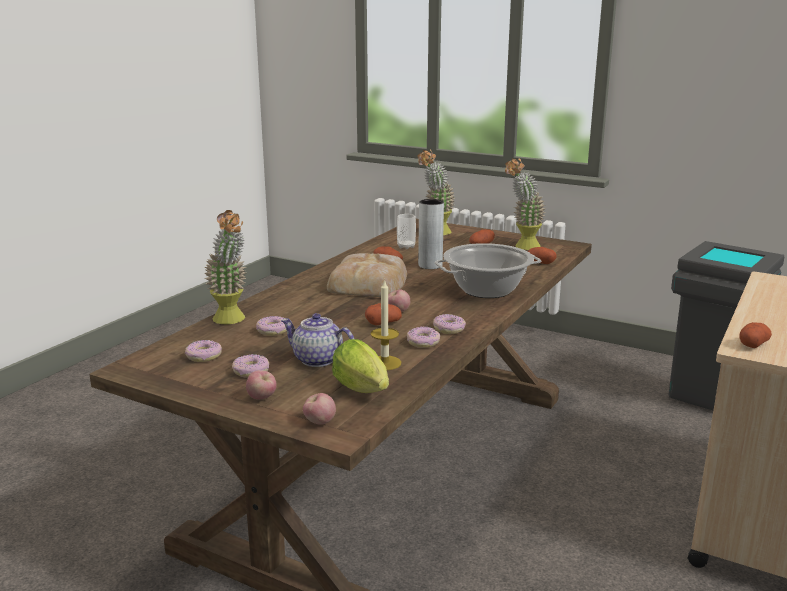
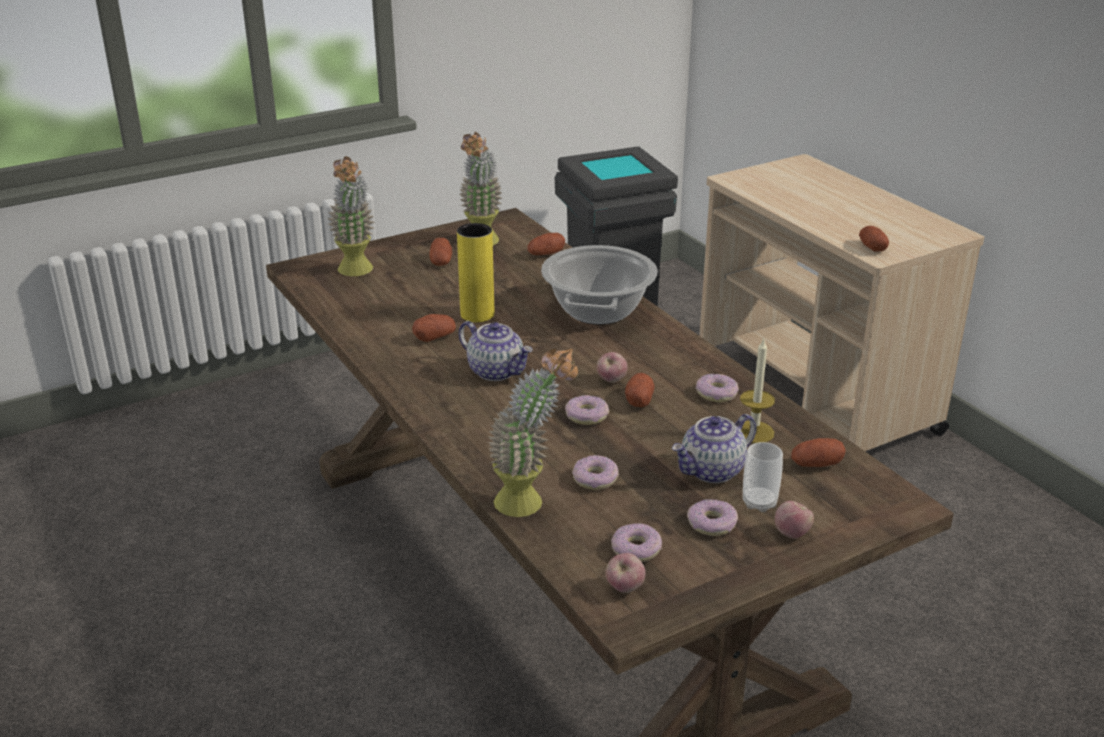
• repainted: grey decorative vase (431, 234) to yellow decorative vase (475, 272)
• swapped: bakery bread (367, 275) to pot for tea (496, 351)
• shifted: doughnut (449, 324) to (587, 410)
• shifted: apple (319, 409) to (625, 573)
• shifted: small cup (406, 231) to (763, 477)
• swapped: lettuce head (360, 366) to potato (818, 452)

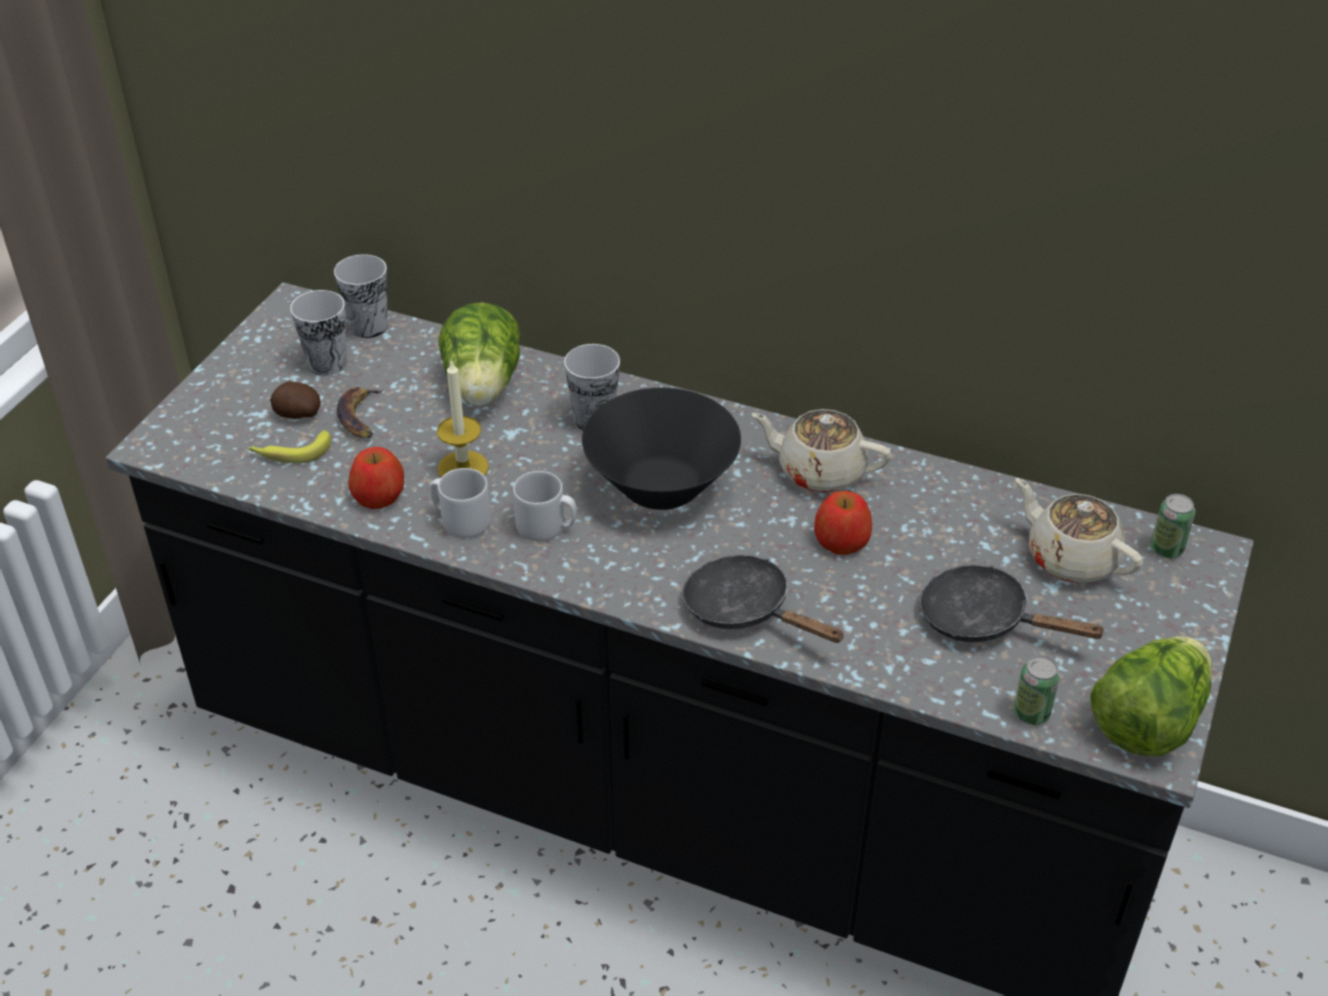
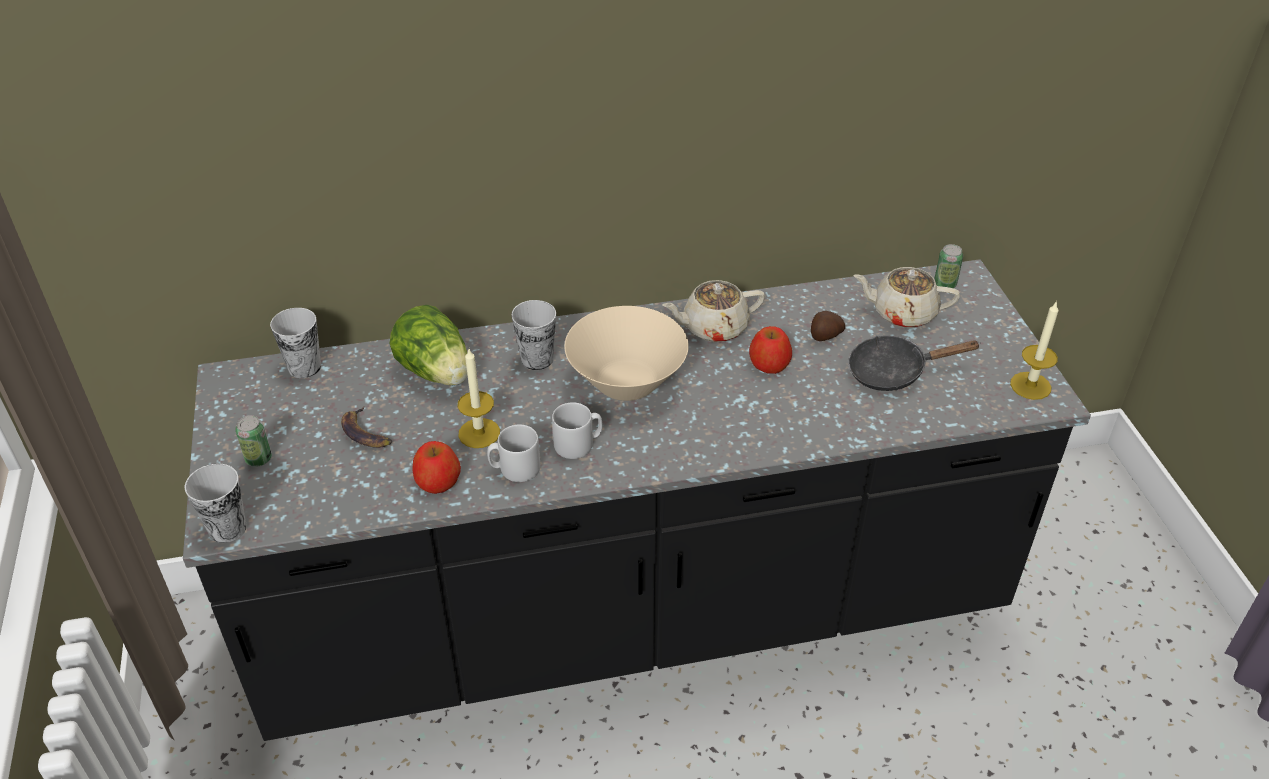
• shifted: small cup (318, 333) to (216, 503)
• shifted: can (1037, 690) to (253, 441)
• repainted: black-coloured deep dish (661, 449) to beige-coloured deep dish (626, 353)
• shifted: potato (295, 400) to (828, 326)
• swapped: lettuce head (1150, 696) to wax candle (1034, 350)
• gone: banana fruit (289, 446)
• gone: black-coloured frying pan (764, 599)

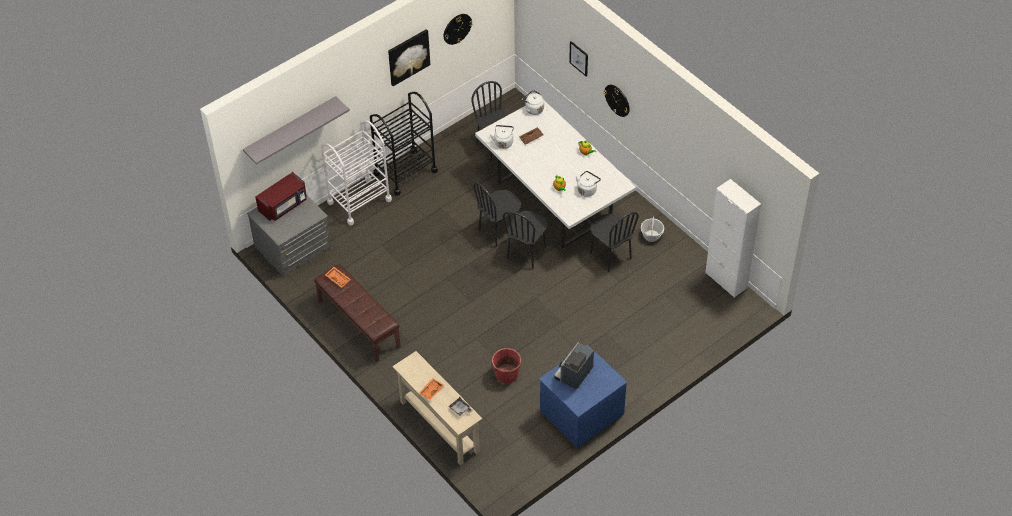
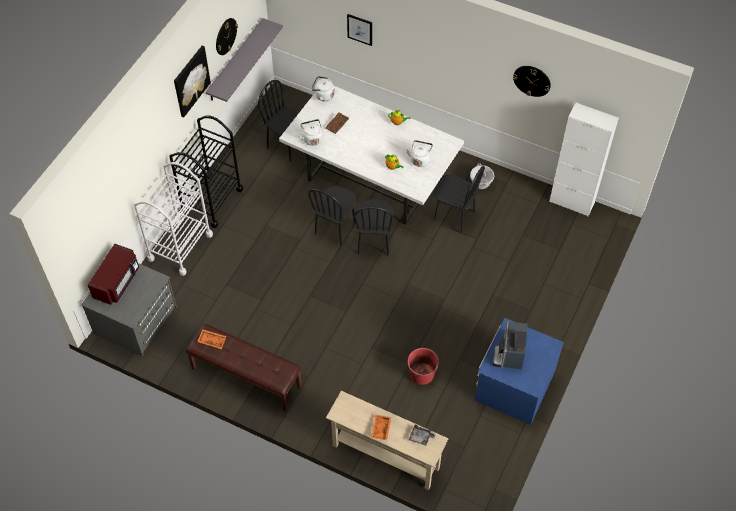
• shifted: grey wall shelf (296, 130) to (244, 60)
• shifted: wall clock (617, 100) to (532, 81)

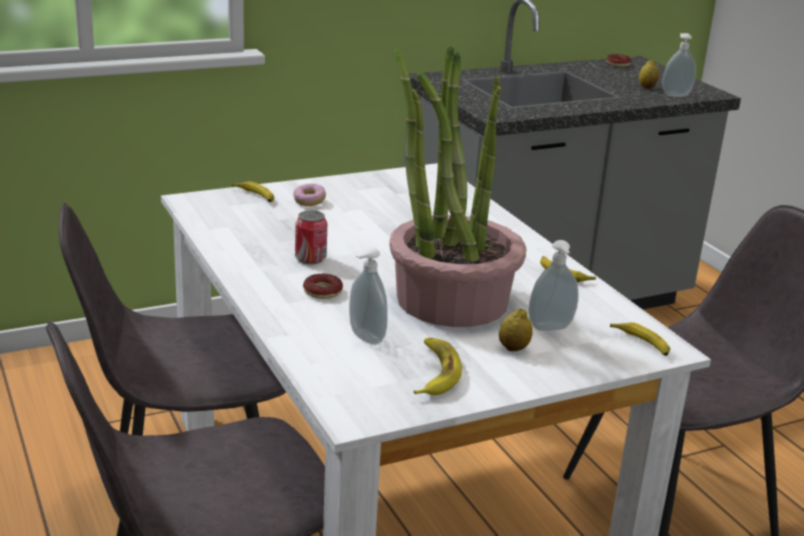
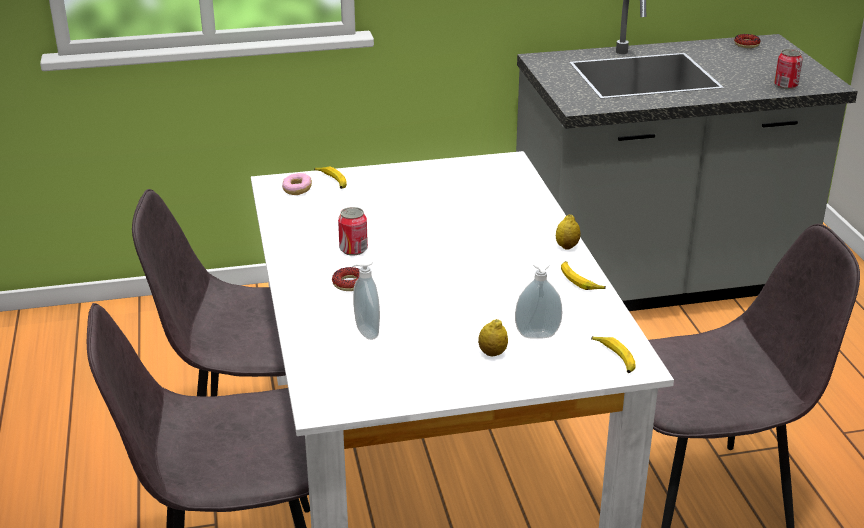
• shifted: doughnut (309, 194) to (297, 184)
• shifted: lemon (649, 74) to (568, 232)
• swapped: liquid soap bottle (679, 65) to can (788, 69)
• gone: houseplant (458, 186)
• gone: banana fruit (438, 366)

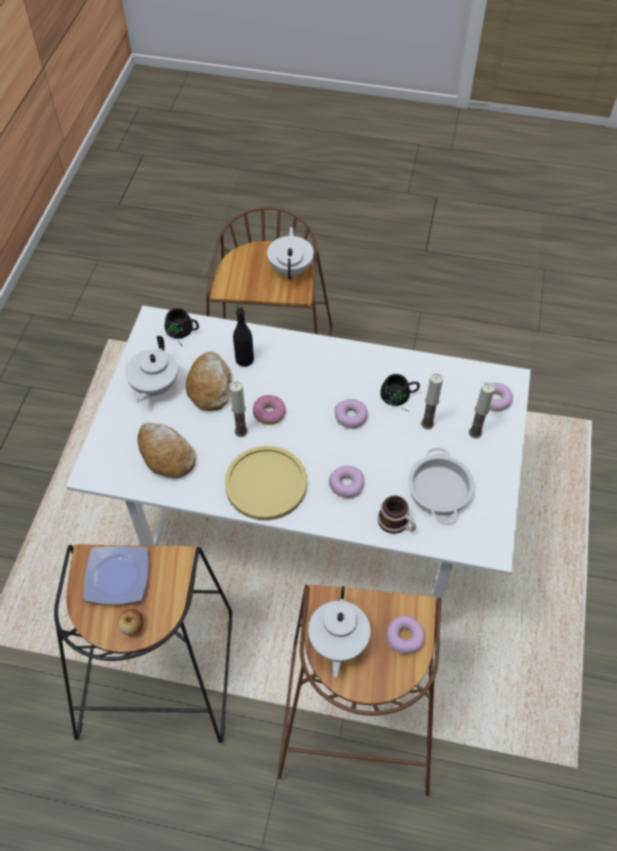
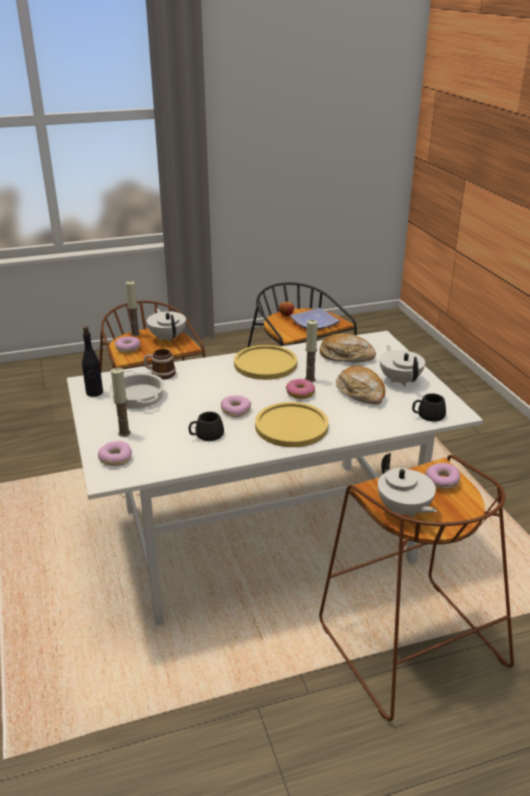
• shifted: black-coloured bottle (243, 336) to (92, 361)
• shifted: wax candle (432, 401) to (133, 308)
• new: yellow flat dish (292, 424)
• shifted: doughnut (346, 481) to (442, 476)

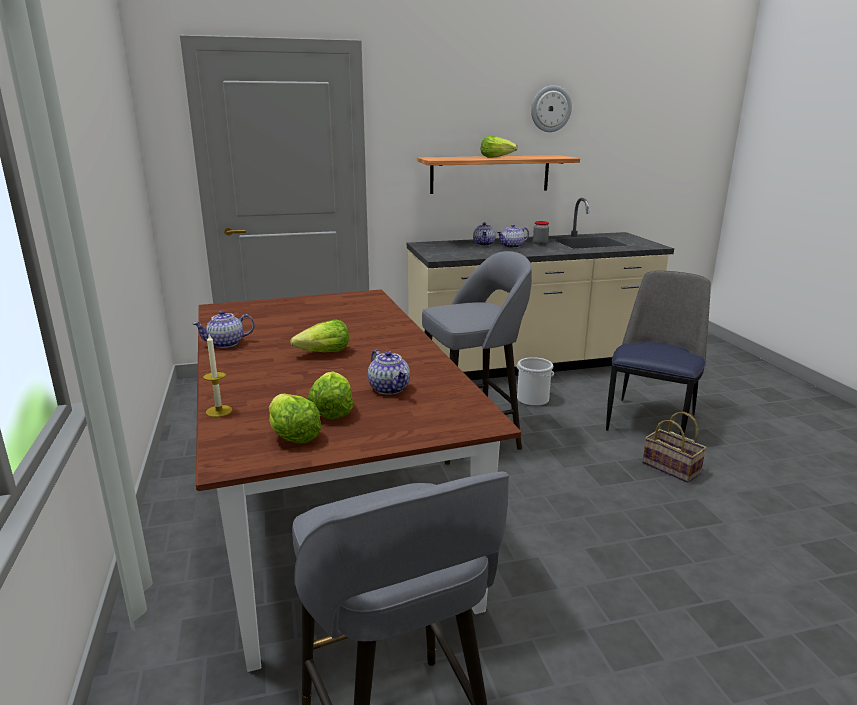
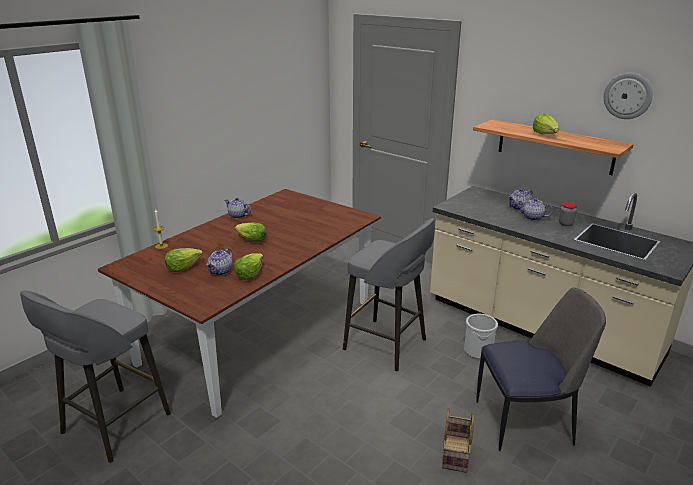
• shifted: lettuce head (295, 419) to (248, 266)

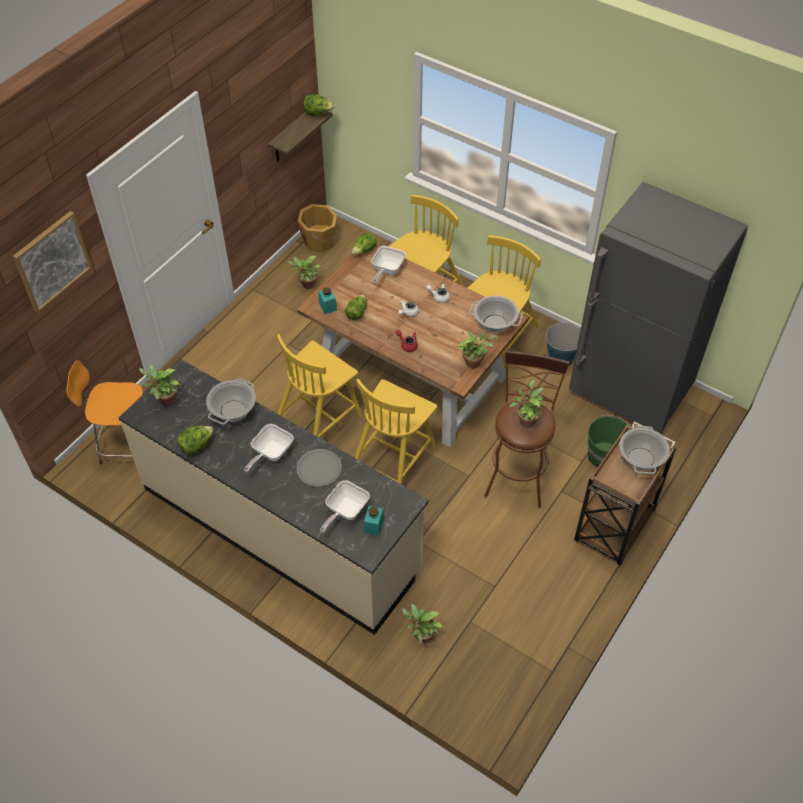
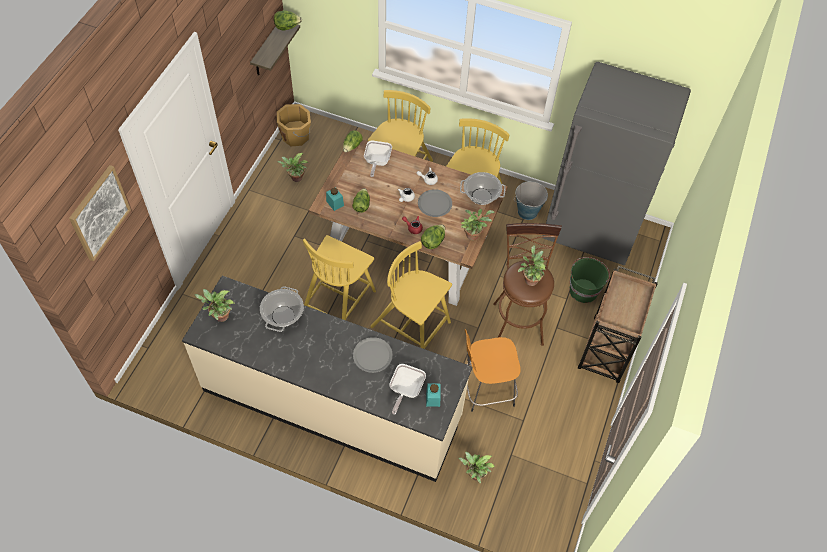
• rotated: yellow upright chair (396, 431) = (411, 295) 105 degrees clockwise
• new: grey flat dish (435, 203)
• shifted: lettuce head (195, 440) to (433, 237)
• shifted: orangey stool seat (105, 412) to (492, 370)
• gone: frying pan (269, 448)
• gone: stockpot (644, 449)

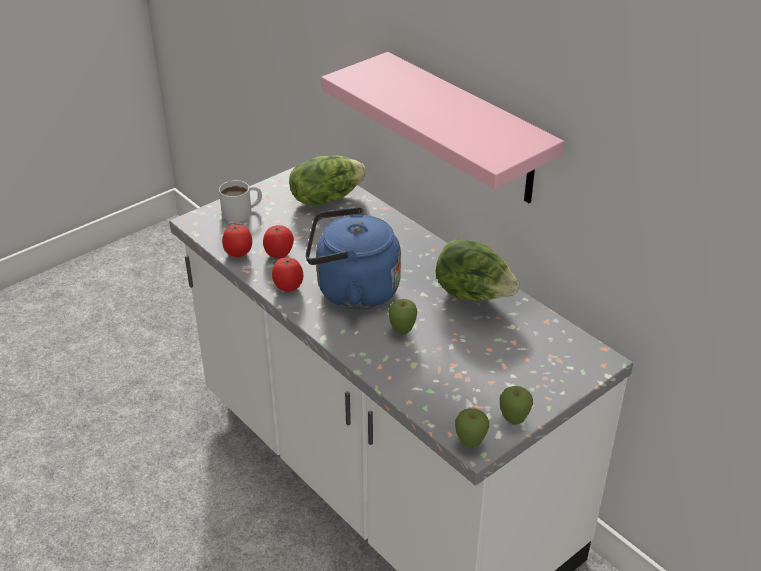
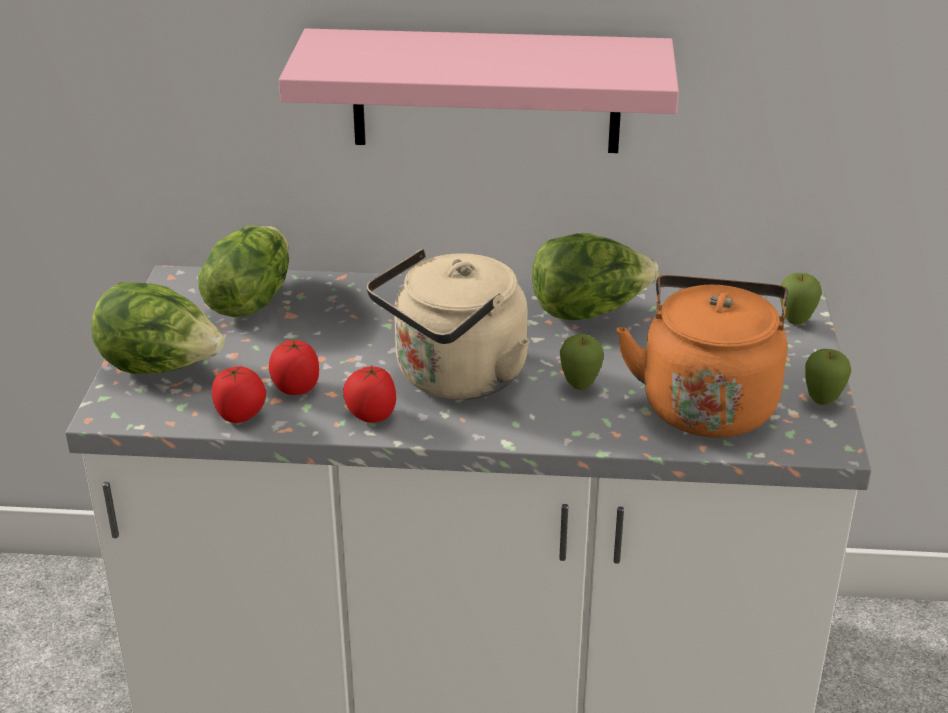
• swapped: whitish mug (240, 201) to lettuce head (158, 328)
• repainted: blue kettle (353, 258) to beige-coloured kettle (448, 324)
• new: orangey kettle (701, 356)
• shifted: apple (472, 428) to (801, 299)

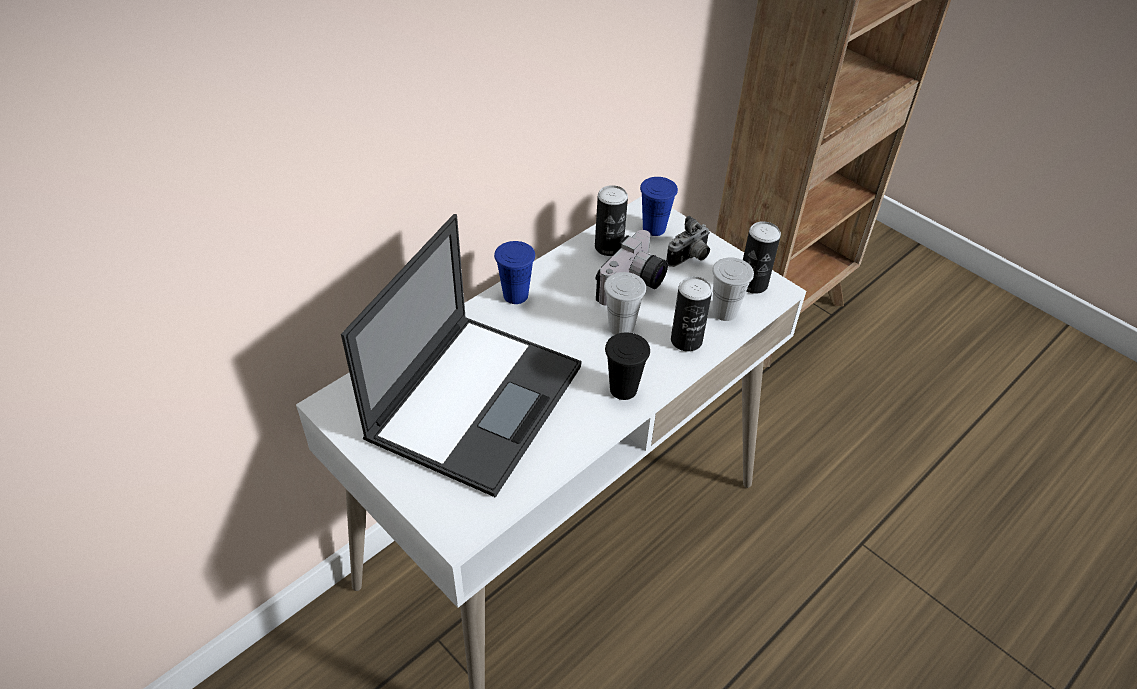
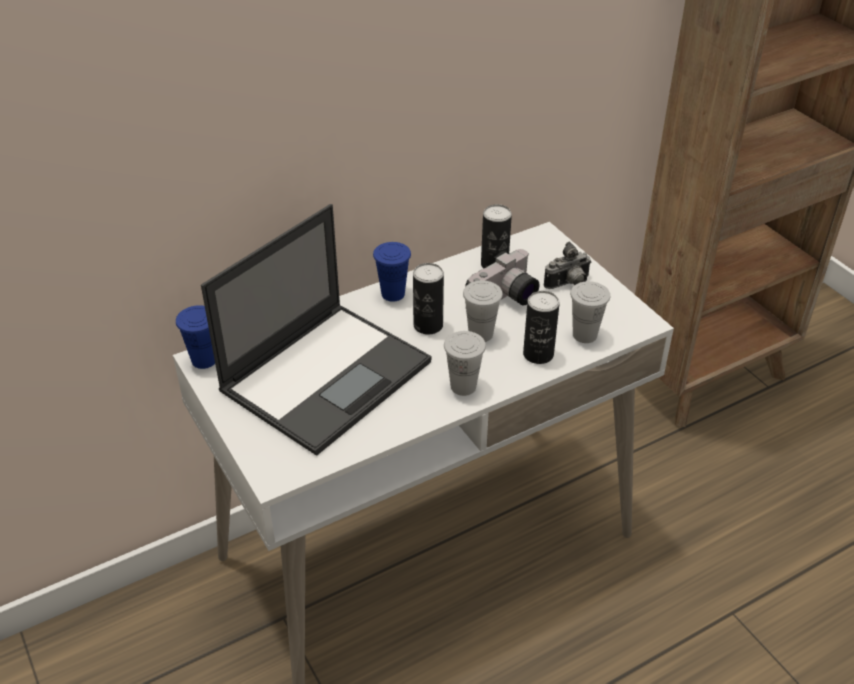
• shifted: blue small cup (659, 206) to (195, 337)
• shifted: can (762, 257) to (428, 299)
• repainted: black-coloured small cup (627, 366) to whitish small cup (465, 363)

